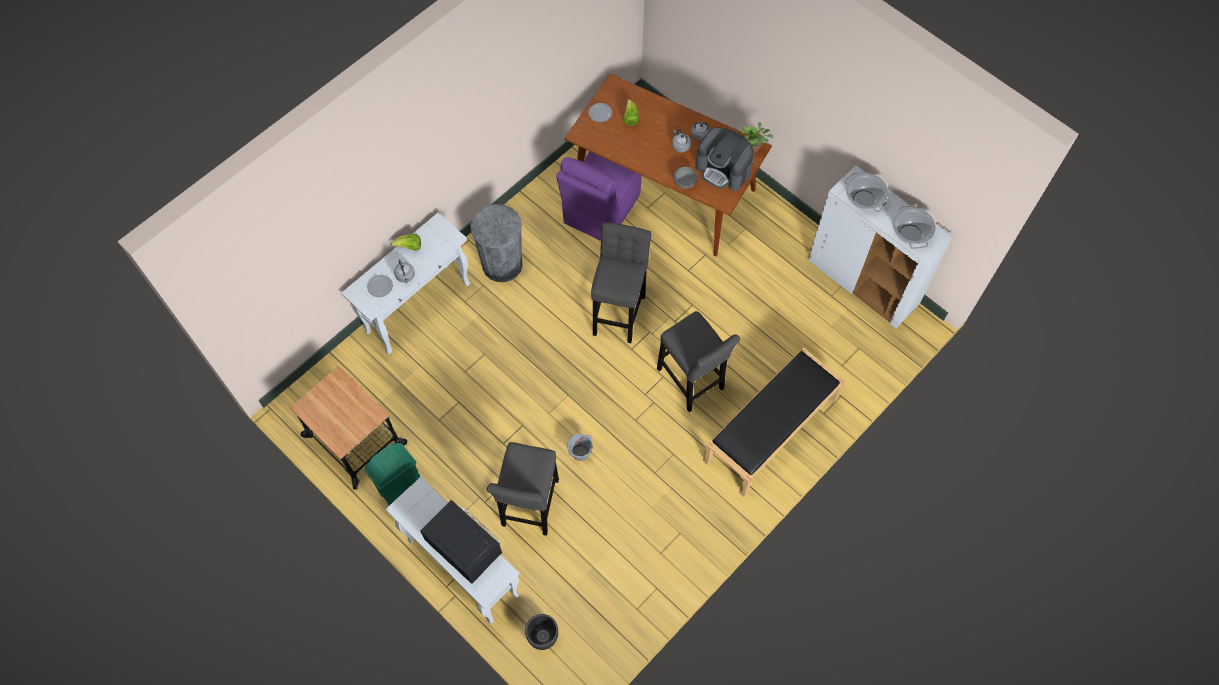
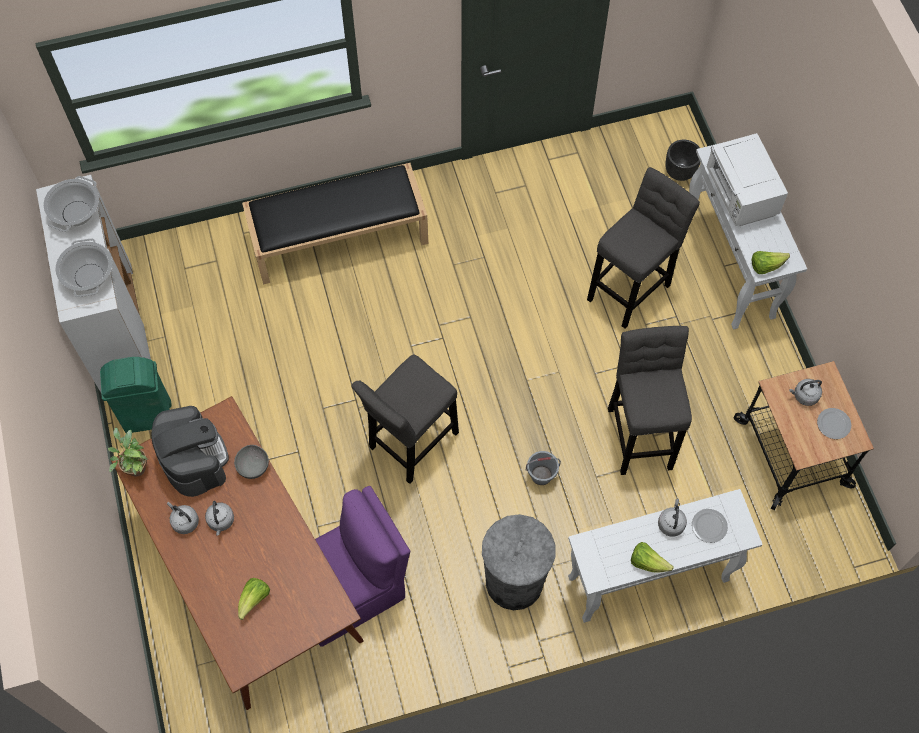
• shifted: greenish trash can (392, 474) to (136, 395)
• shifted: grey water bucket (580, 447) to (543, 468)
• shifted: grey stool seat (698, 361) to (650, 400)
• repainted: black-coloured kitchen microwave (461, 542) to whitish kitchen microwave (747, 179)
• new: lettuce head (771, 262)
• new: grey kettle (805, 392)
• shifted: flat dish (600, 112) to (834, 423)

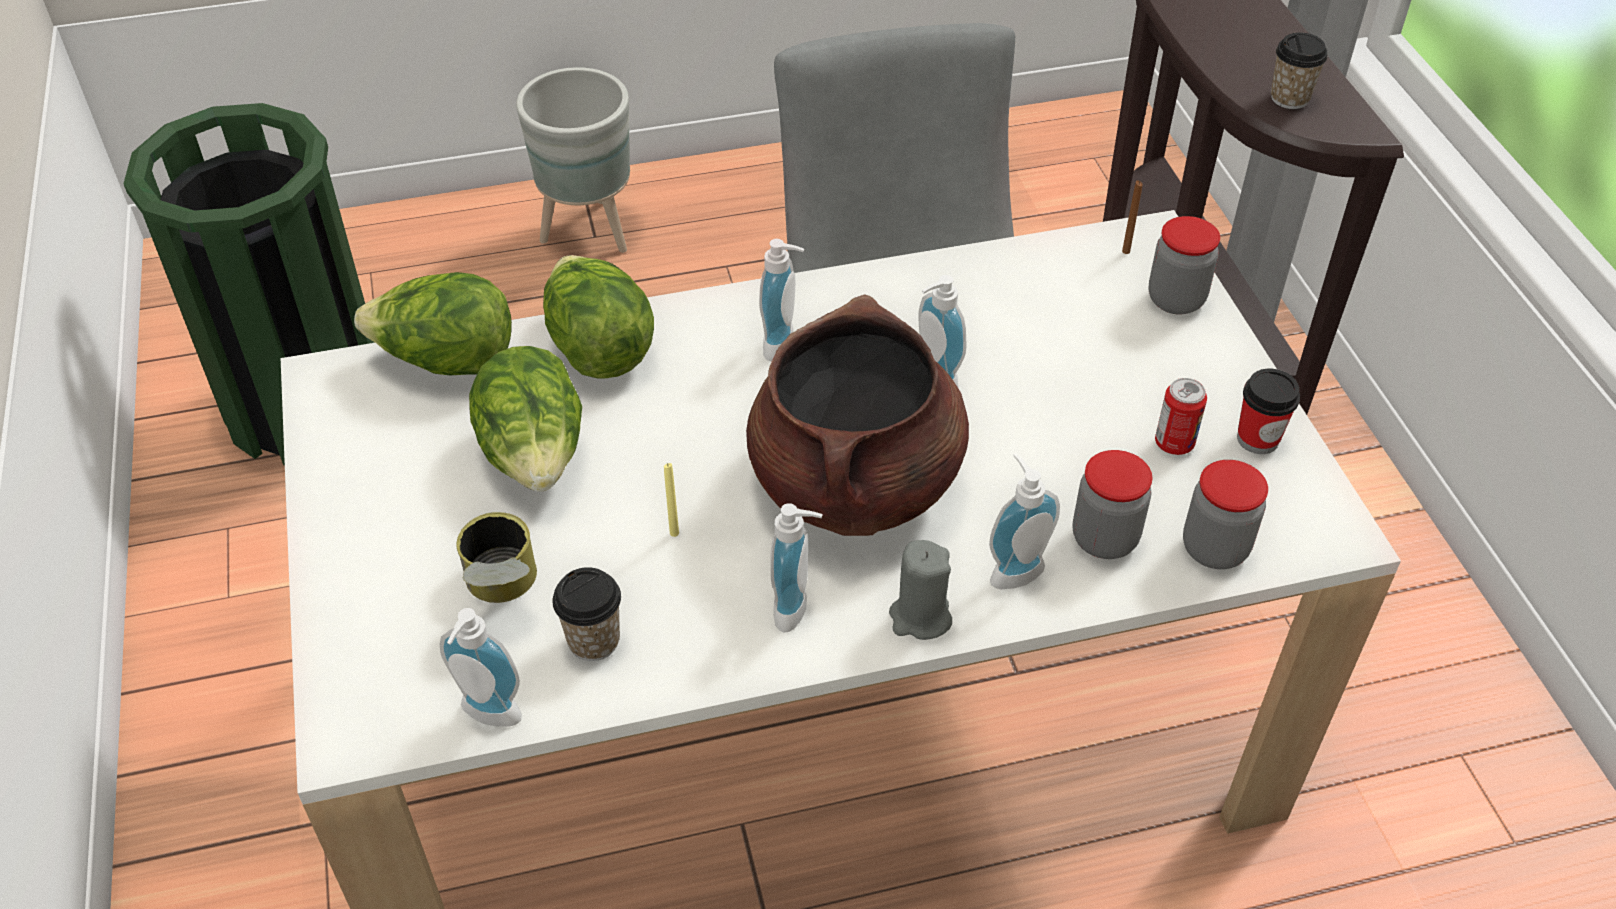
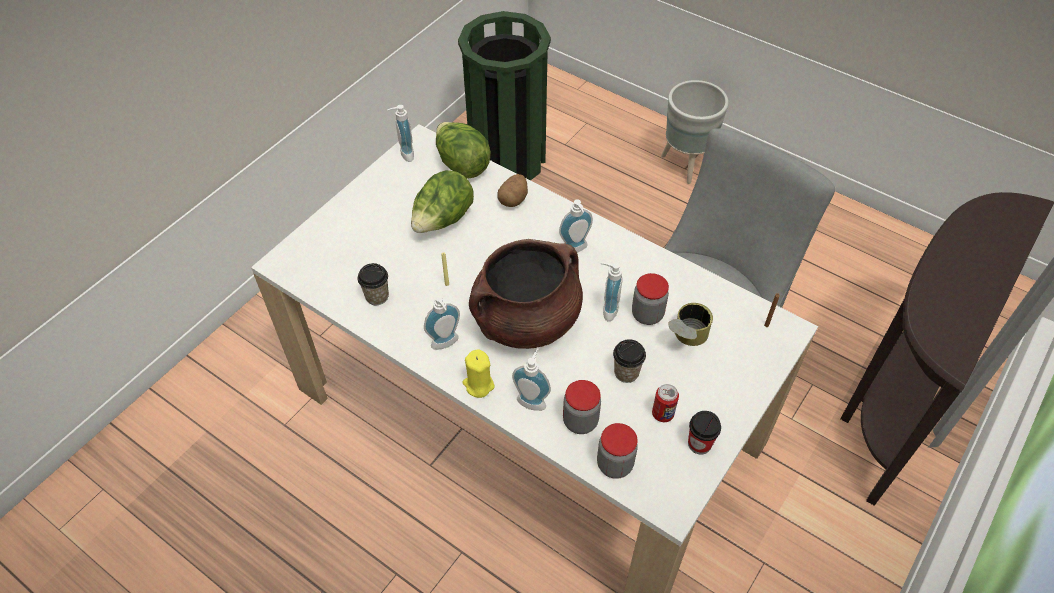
• shifted: liquid soap bottle (481, 667) to (400, 133)
• repainted: grey wax candle (920, 590) to yellow wax candle (479, 373)
• swapped: lettuce head (598, 316) to potato (512, 190)
• shifted: small cup (1299, 70) to (629, 361)
• shifted: preserve jar (1184, 265) to (650, 299)
• shifted: can (497, 557) to (690, 324)

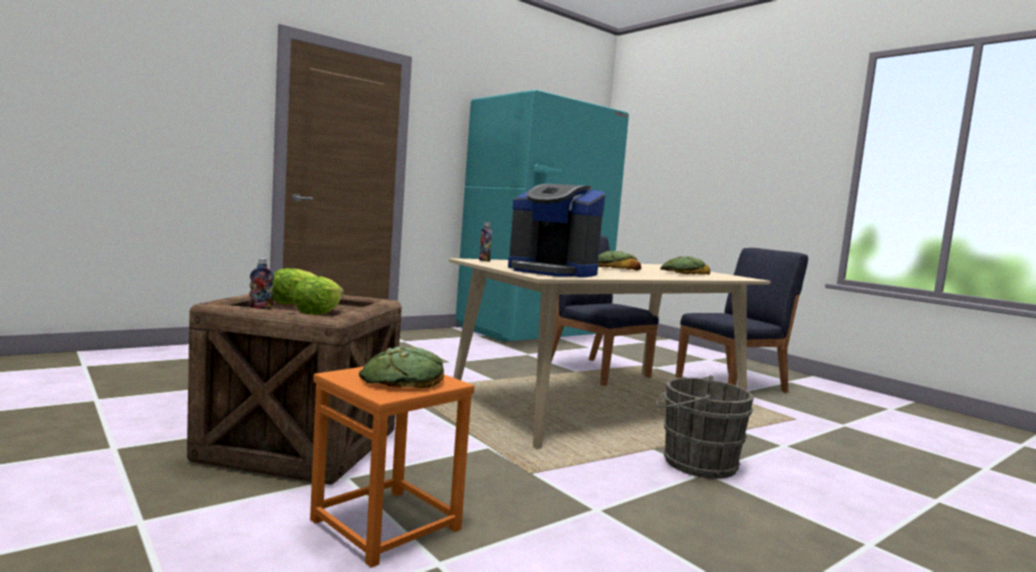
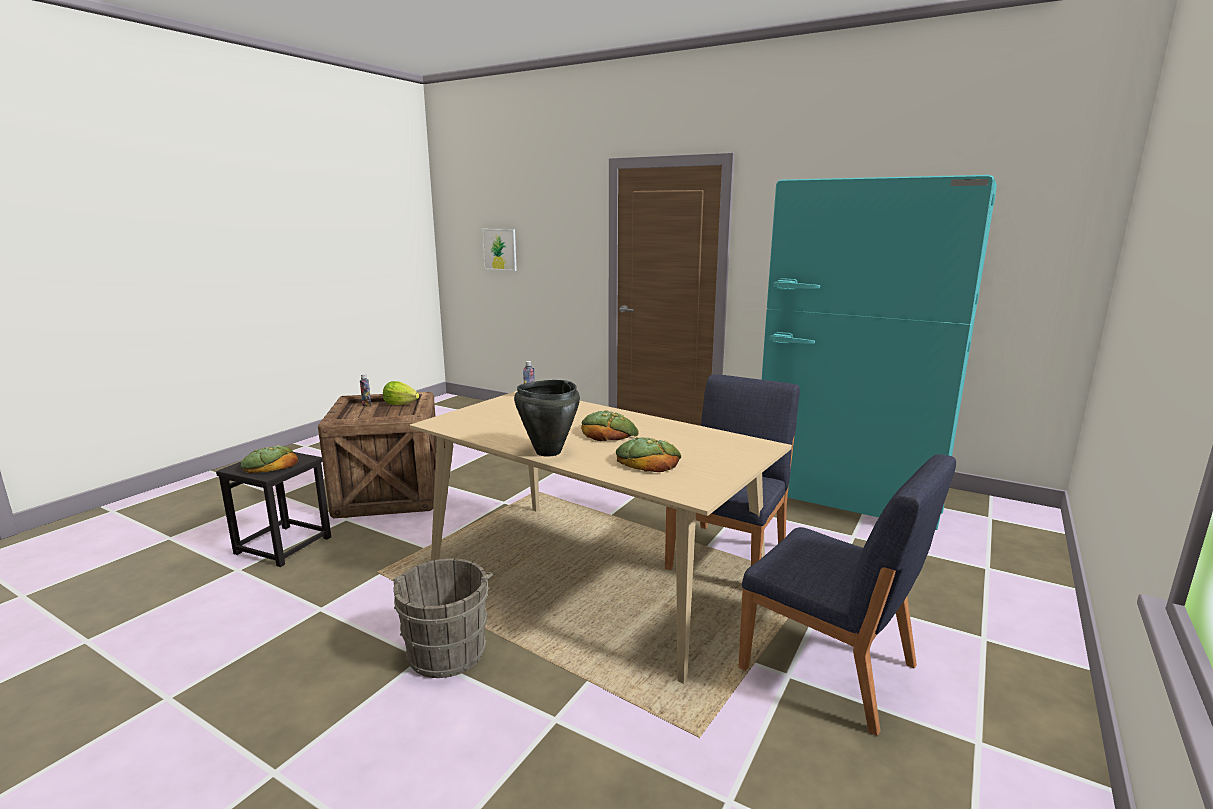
• repainted: orangey stool seat (392, 467) to black-coloured stool seat (273, 509)
• new: picture (499, 250)
• new: black-coloured stockpot (547, 418)
• gone: lettuce head (318, 295)
• gone: coffee machine (556, 231)

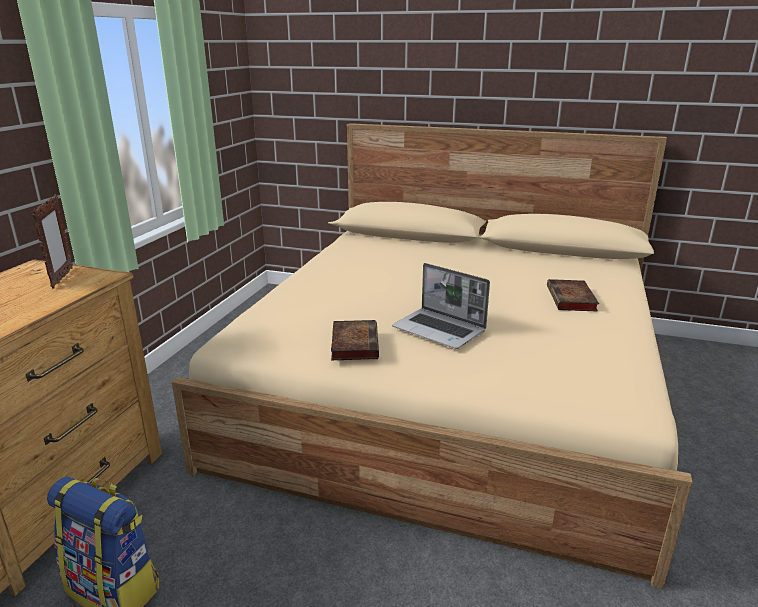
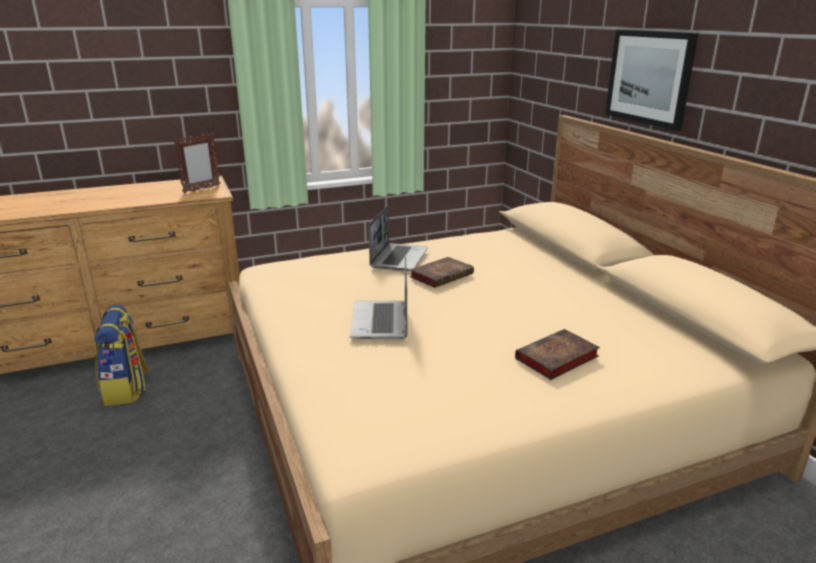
• new: laptop (398, 238)
• shifted: bound book (355, 340) to (441, 272)
• new: picture (651, 80)

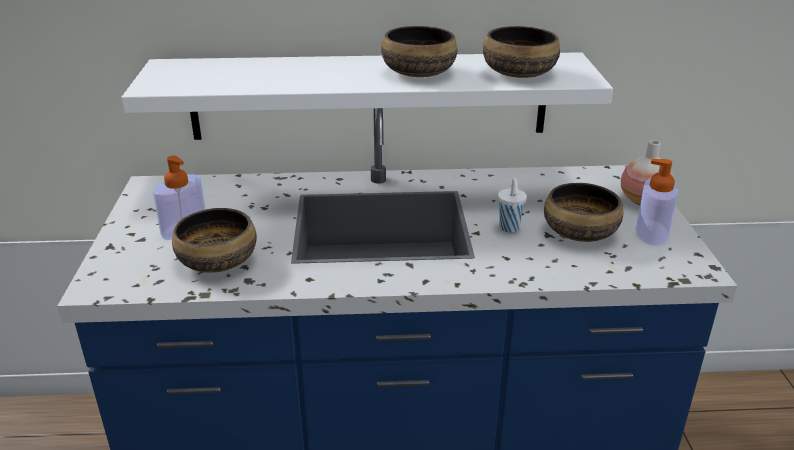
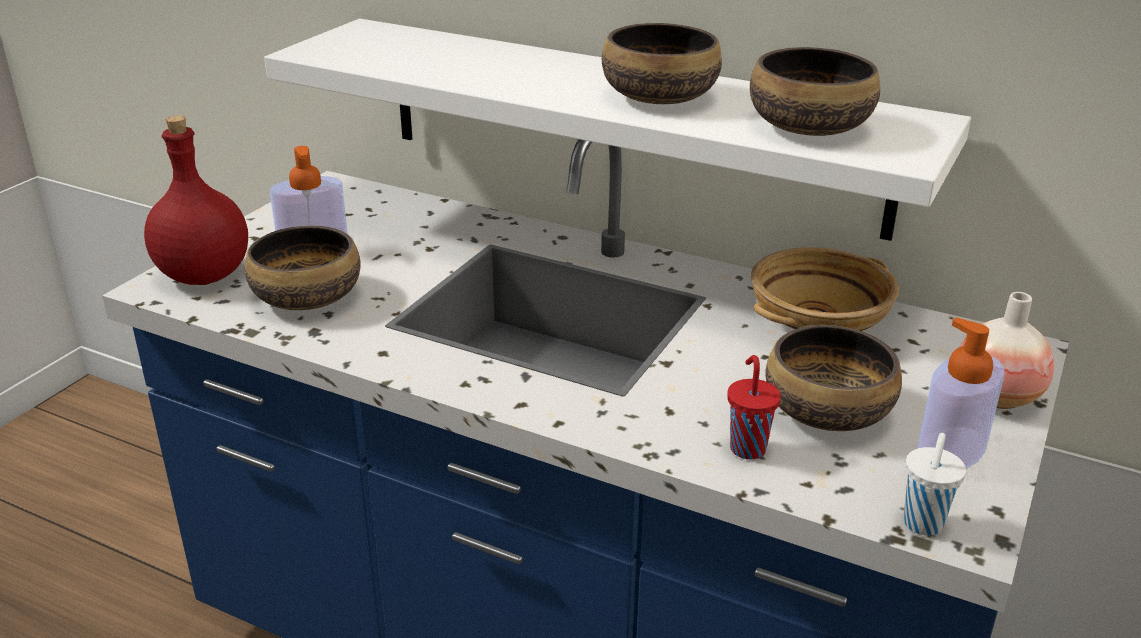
• new: red-coloured bottle (196, 200)
• new: red-coloured small cup (754, 407)
• new: beige-coloured deep dish (825, 289)
• shifted: whitish small cup (512, 205) to (934, 484)

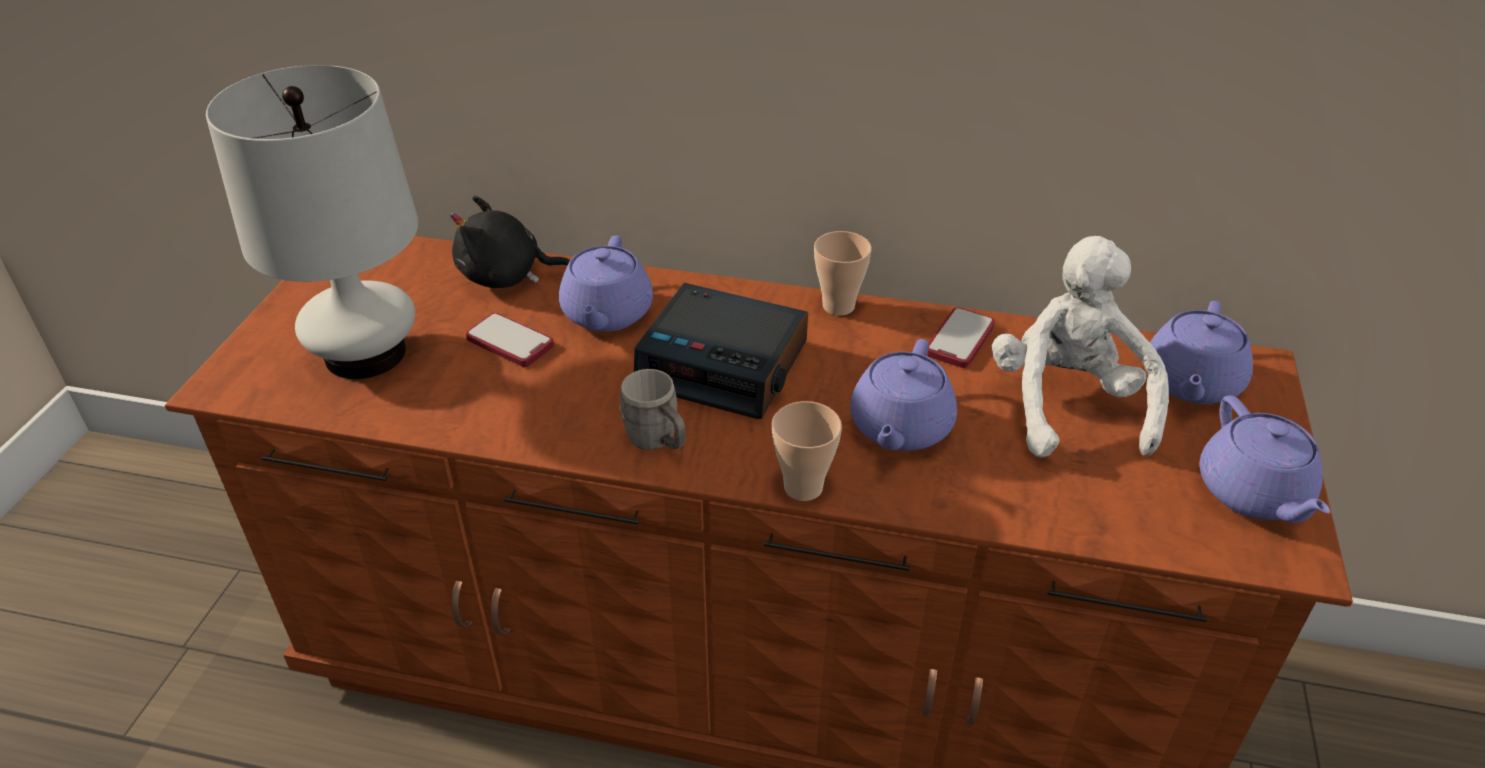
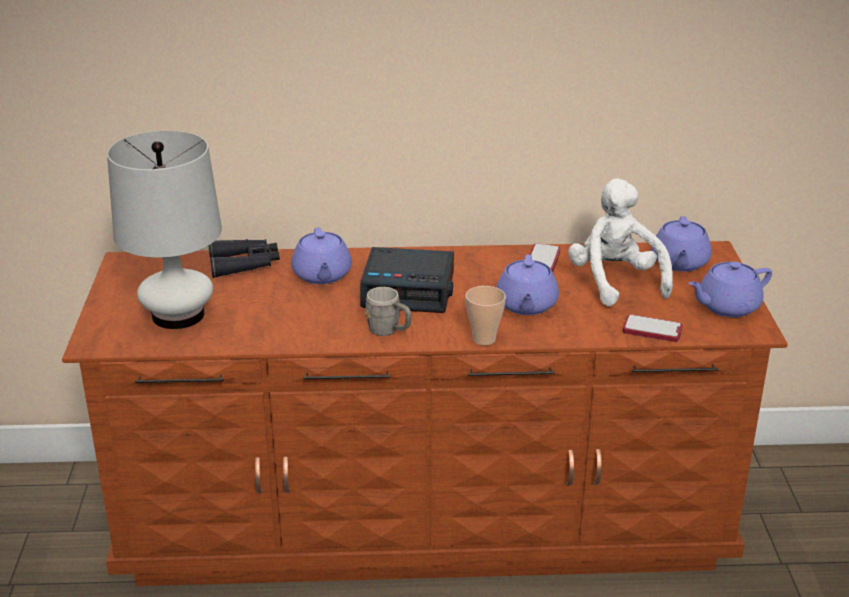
• swapped: black-coloured cuddly toy (510, 242) to black-coloured binoculars (244, 258)
• shifted: handset (510, 340) to (652, 328)
• rotated: purplish pot for tea (1264, 459) = (730, 289) 90 degrees clockwise
• gone: small cup (843, 273)

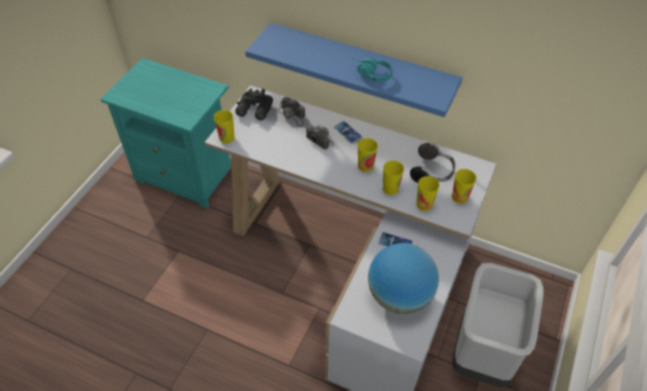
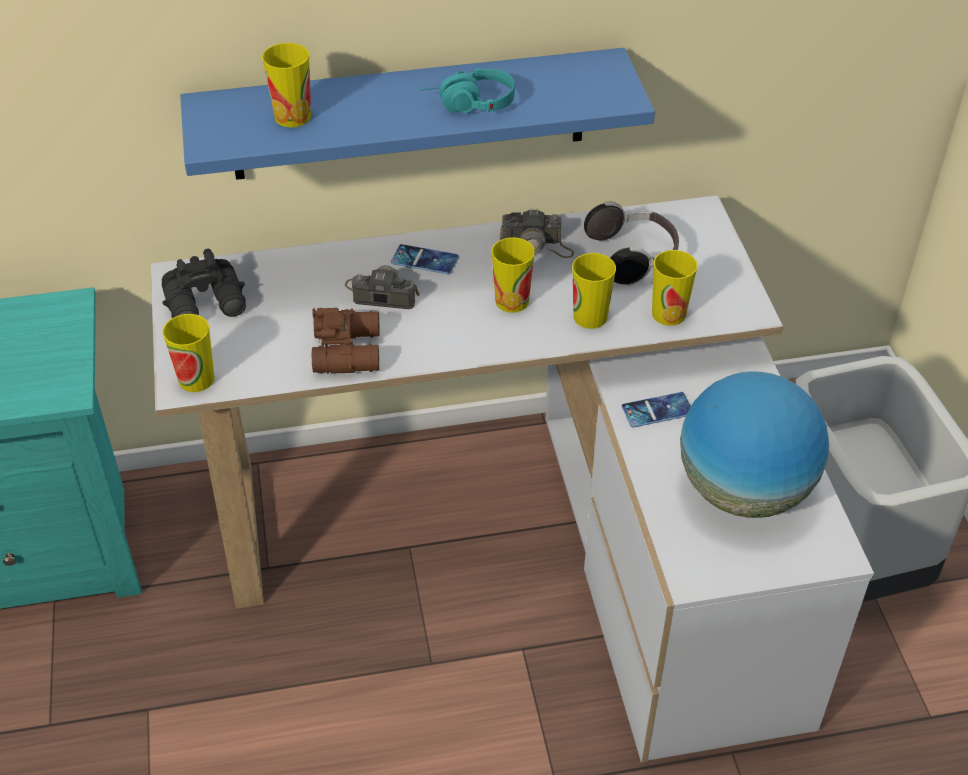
• shifted: small cup (464, 186) to (286, 85)
• new: brownish binoculars (346, 341)
• shifted: photo camera (291, 111) to (536, 233)

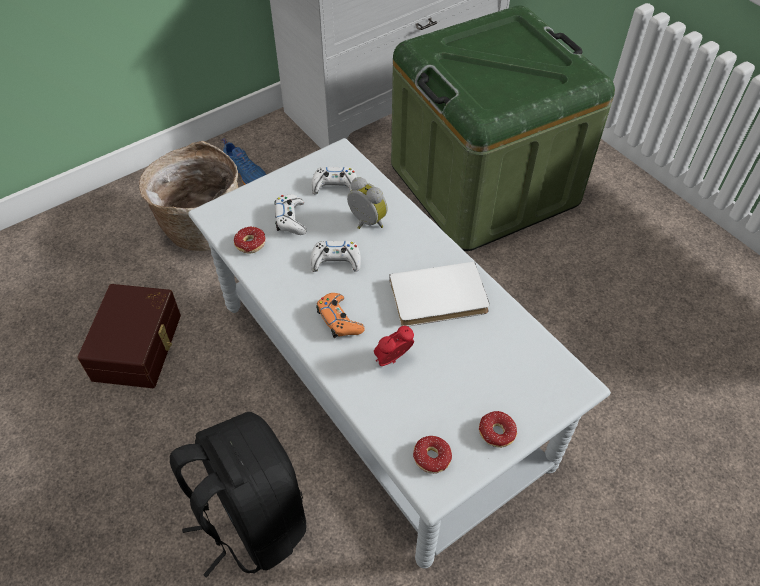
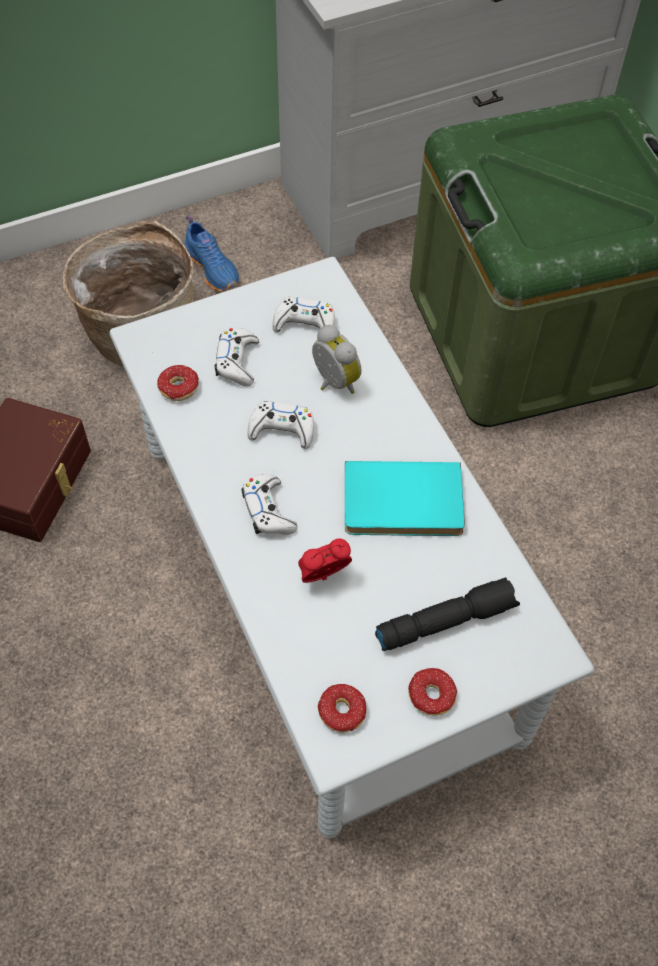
• repainted: orangey joypad (340, 315) to whitish joypad (269, 504)
• repainted: whitish bound book (439, 293) to blue-green bound book (405, 498)
• new: black-coloured flashlight (447, 614)
• gone: black-coloured backpack (238, 495)

